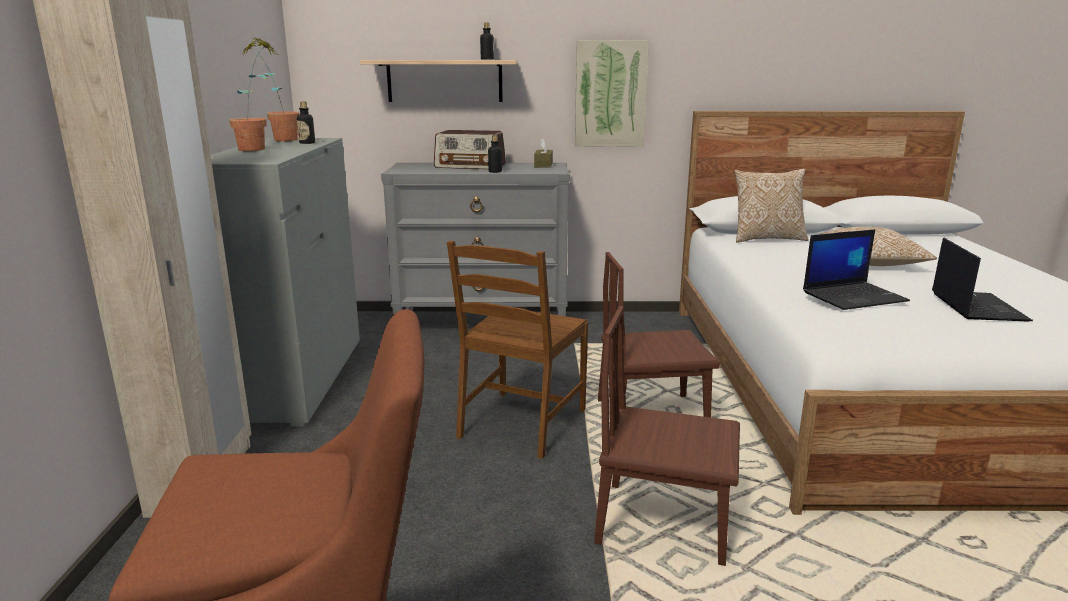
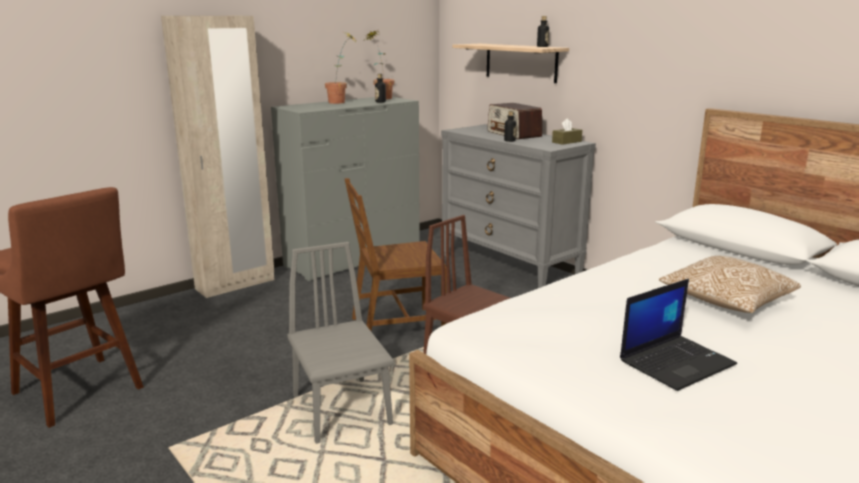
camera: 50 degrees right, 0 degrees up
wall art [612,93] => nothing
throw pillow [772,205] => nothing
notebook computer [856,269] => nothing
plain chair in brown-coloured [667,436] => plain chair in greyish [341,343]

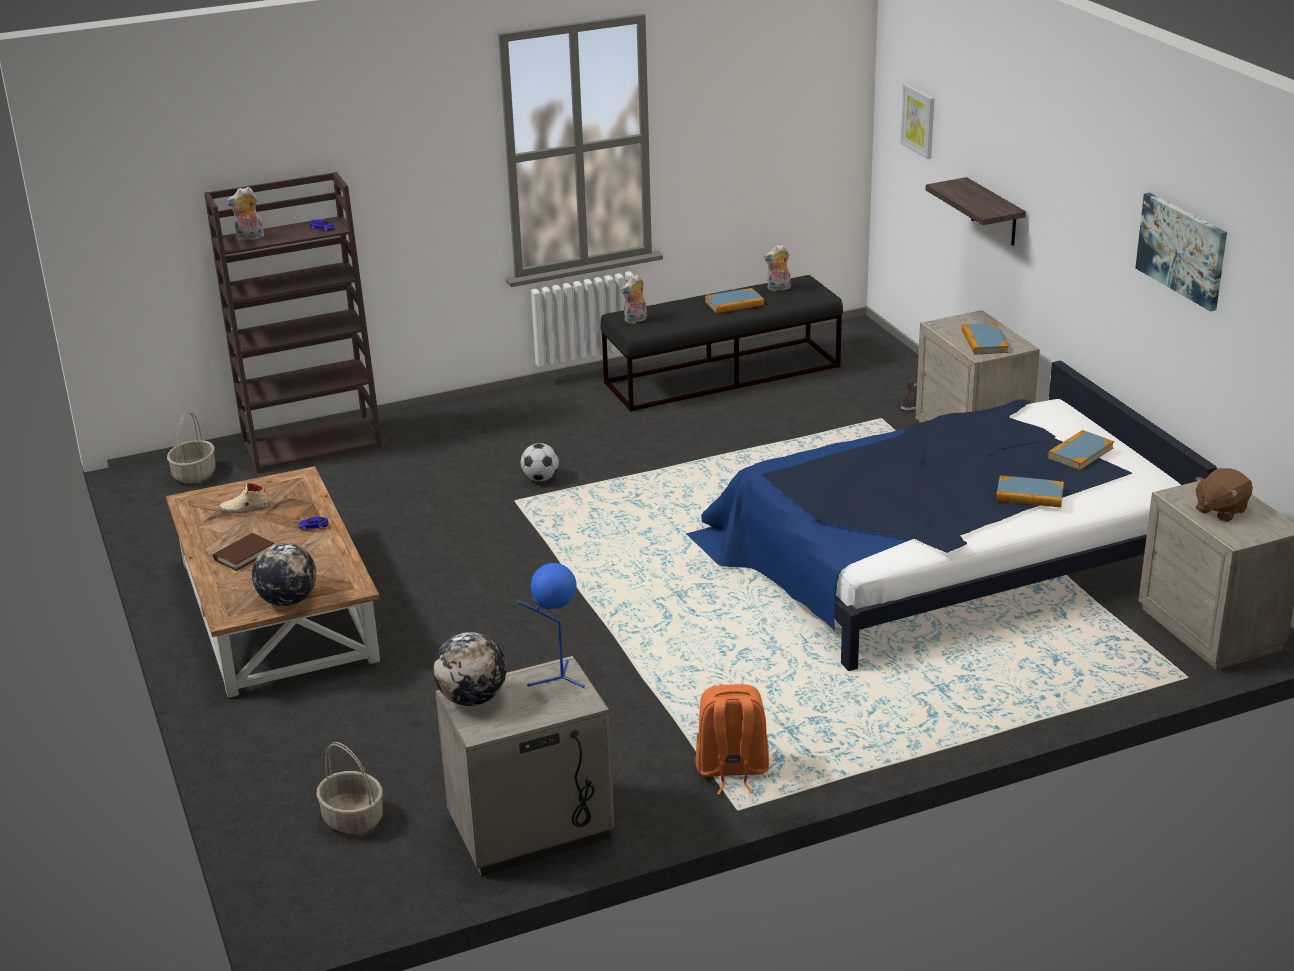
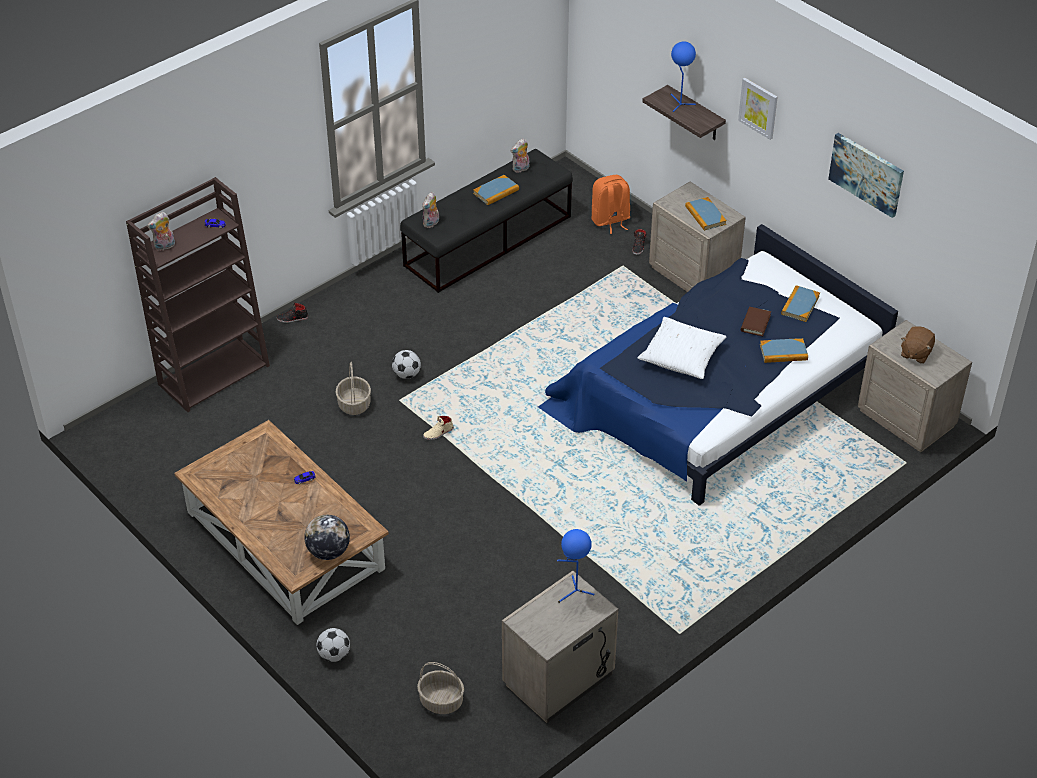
camera: 20 degrees left, 15 degrees up
wall art [917,121] => wall art [758,109], relocated
household basket [191,447] => household basket [353,388], relocated
shoe in beige [243,497] => shoe in beige [438,428], relocated
book in brown-coloured [243,552] => book in brown-coloured [756,321], relocated
desk globe [470,669] => nothing
rucksack in orange [732,739] => rucksack in orange [610,204], relocated
nothing => tabletop lamp in blue-coloured [683,77]
nothing => shoe in black [292,312]
nothing => throw pillow in whitish [682,348]
nothing => ball for football [333,645]

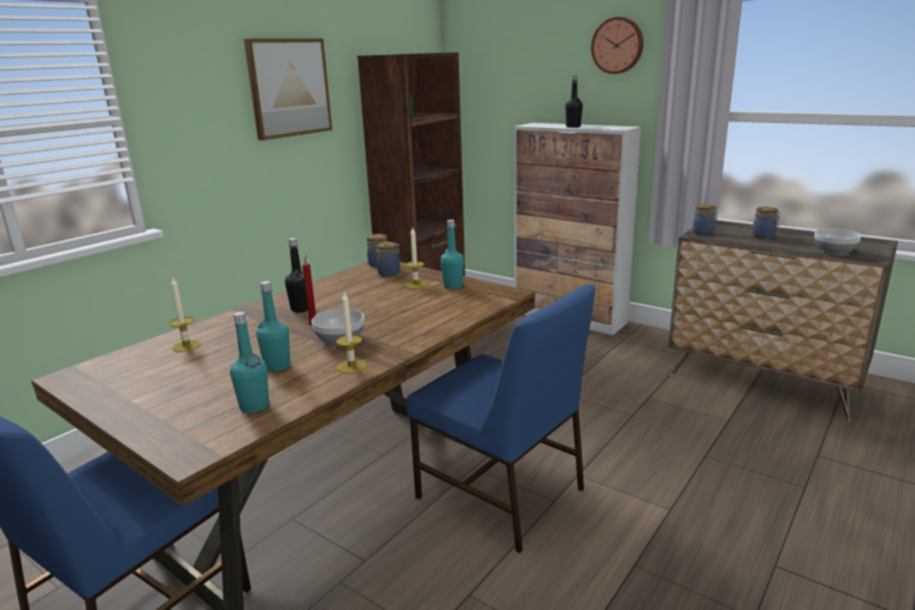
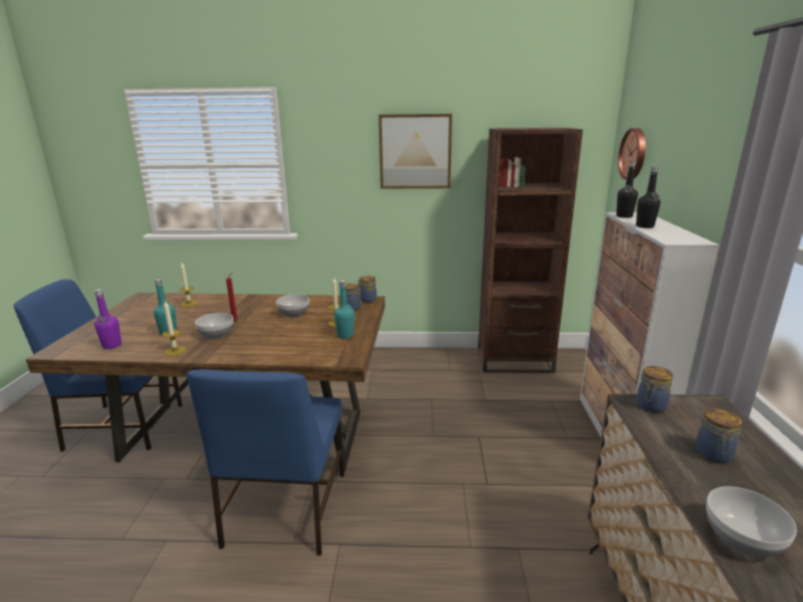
camera: 55 degrees right, 0 degrees up
clock on the wall [617,45] => clock on the wall [632,154], relocated
bottle in black [296,275] => bottle in black [627,189], relocated
bottle in turquoise [249,362] => bottle in purple-coloured [107,319]
nothing => bowl [292,305]

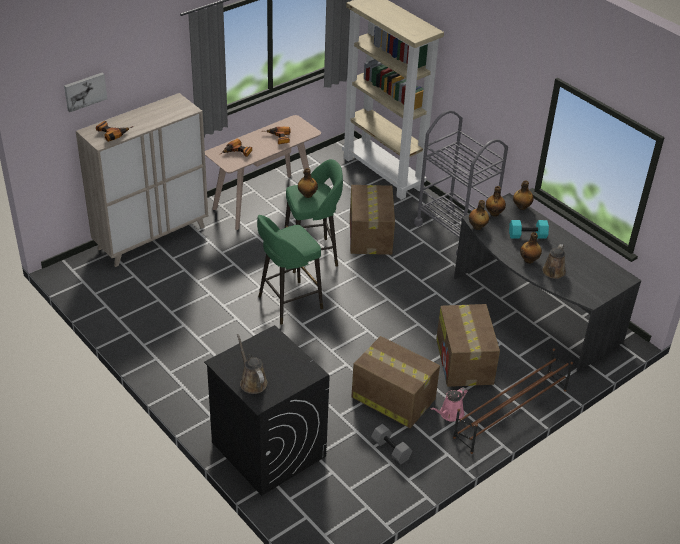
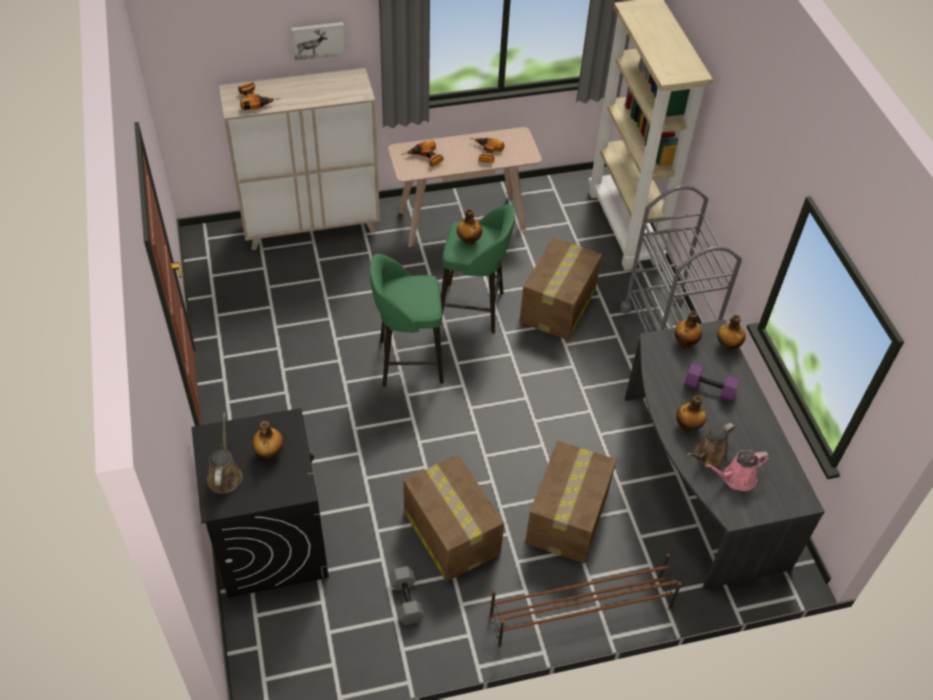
camera: 25 degrees right, 10 degrees up
wall art [85,92] => wall art [318,41], relocated
bottle [479,215] => bottle [268,439], relocated
free weight in turquoise [529,229] => free weight in purple-coloured [712,382]
watering pot in pinkish [449,404] => watering pot in pinkish [737,470], relocated

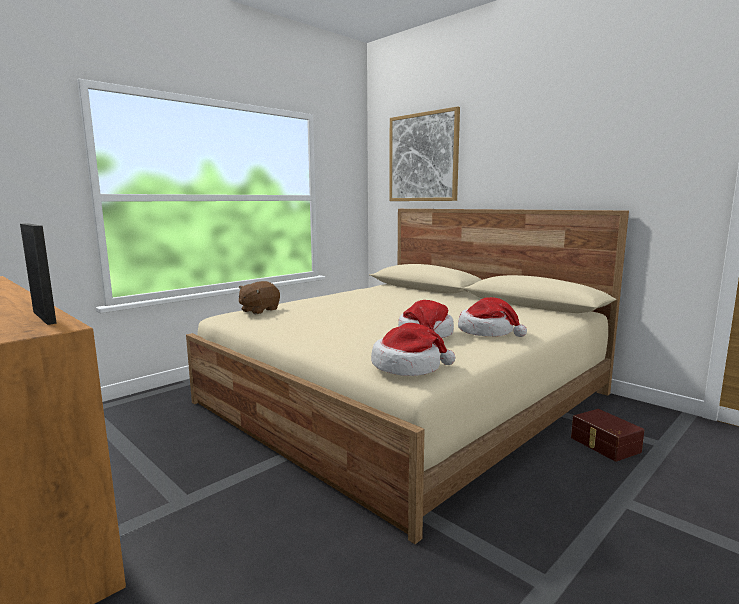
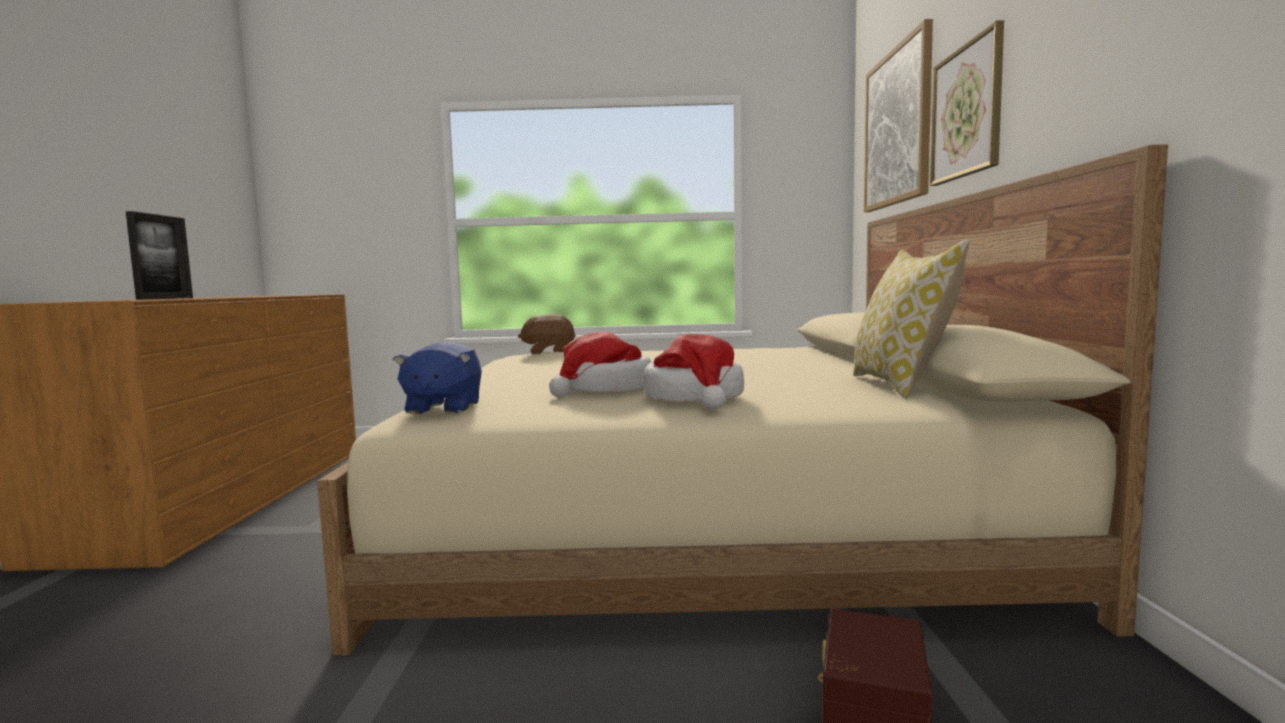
camera: 45 degrees right, 5 degrees down
wearable hat [413,349] => soft toy in blue-coloured [437,378]
nothing => wall art [967,103]
nothing => throw pillow [911,319]

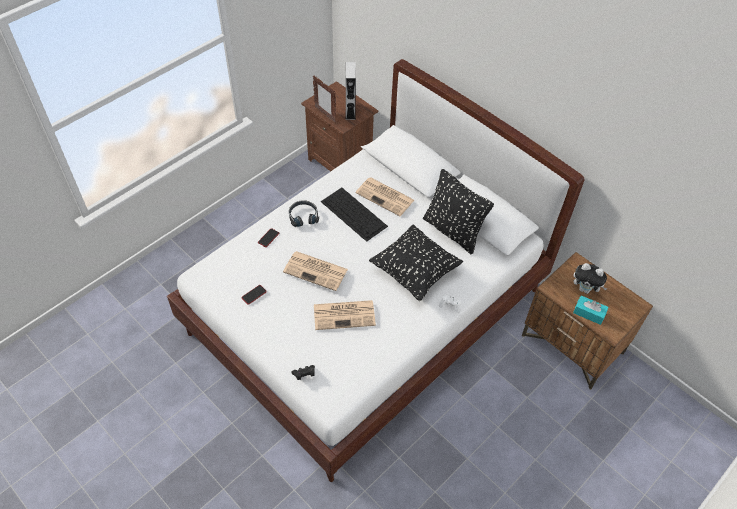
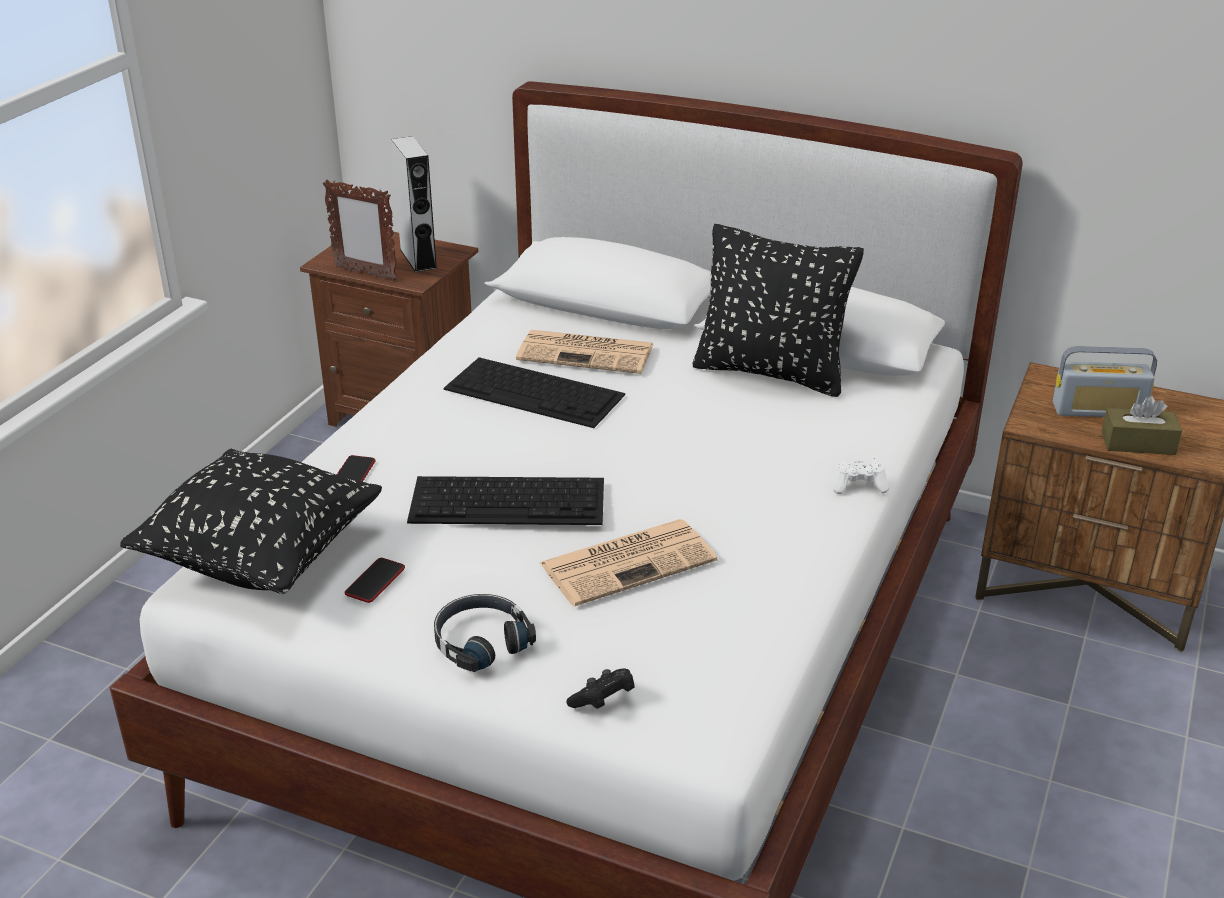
camera: 20 degrees left, 20 degrees down
headphones in black [304,213] => headphones in black [485,633], relocated
throw pillow in black [416,262] => throw pillow in black [251,521], relocated
newspaper [315,271] => keyboard [505,500]
soft toy [590,278] => radio receiver [1105,381]
tissue holder in turquoise [591,310] => tissue holder in brown-coloured [1142,425]

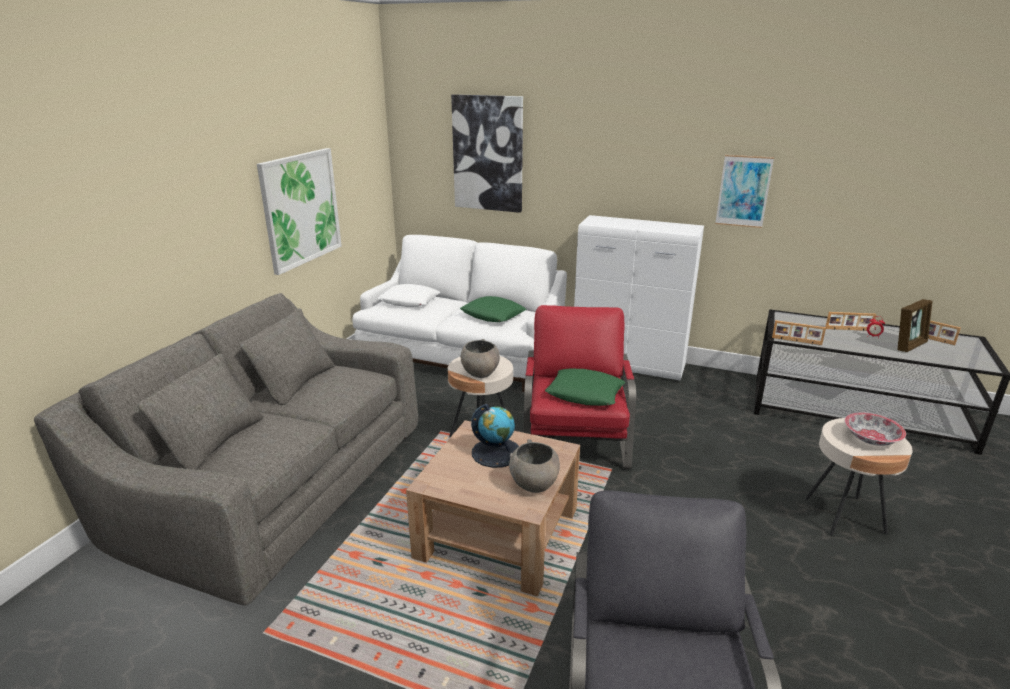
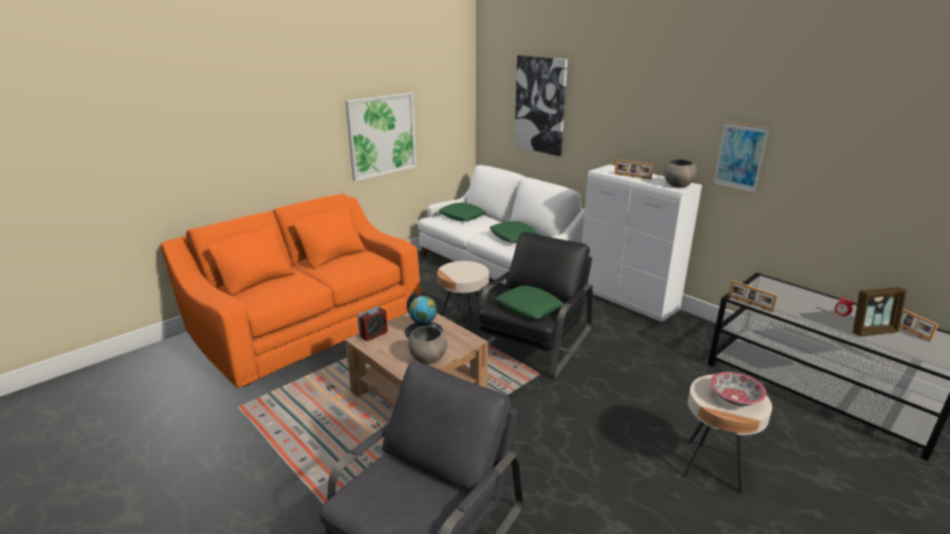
camera: 25 degrees right, 0 degrees up
throw pillow in whitish [409,295] => throw pillow in greenish [462,212]
sofa in greyish [226,449] => sofa in orange [291,290]
armchair in reddish [579,387] => armchair in black [535,305]
photo frame [851,321] => photo frame [634,169], relocated
bowl in greyish [480,358] => bowl in greyish [680,173], relocated
nothing => alarm clock [372,323]

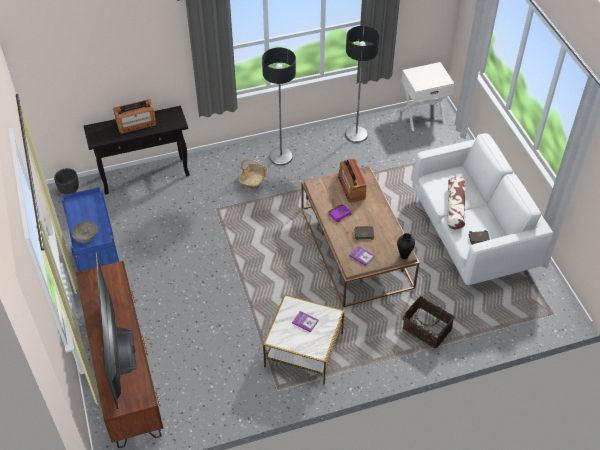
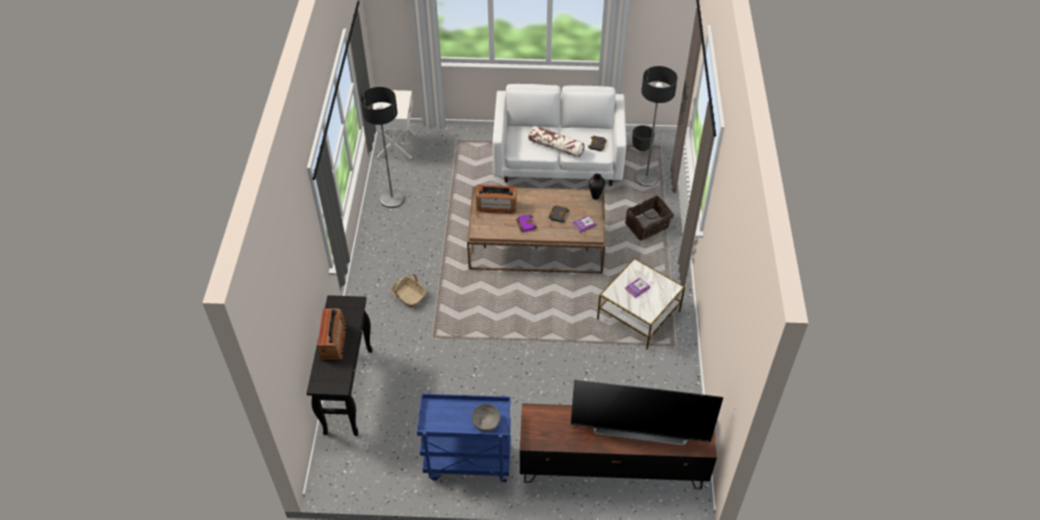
camera: 70 degrees left, 0 degrees up
standard lamp [279,106] => standard lamp [656,126], relocated
plant pot in black [66,181] => plant pot in black [643,138], relocated

